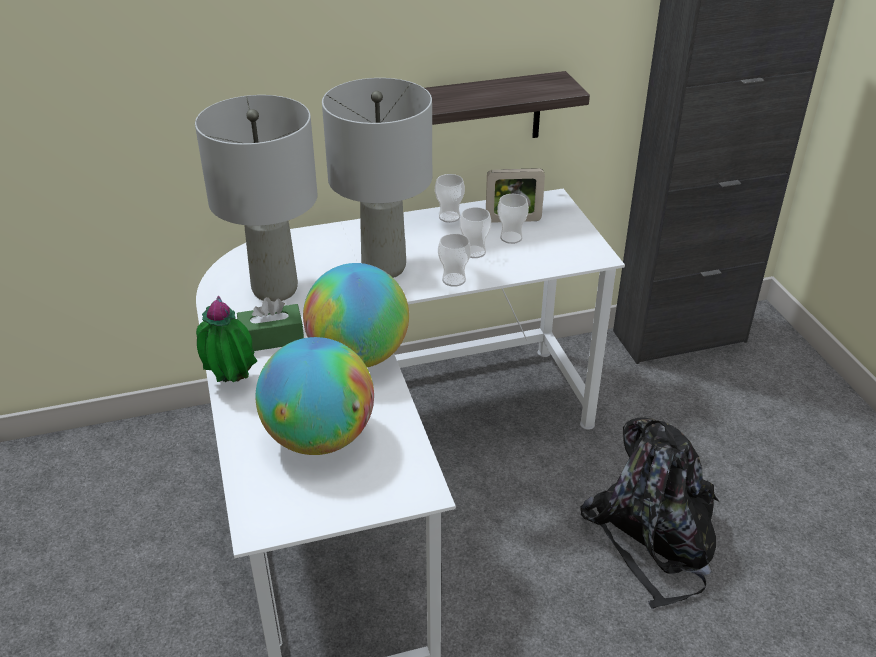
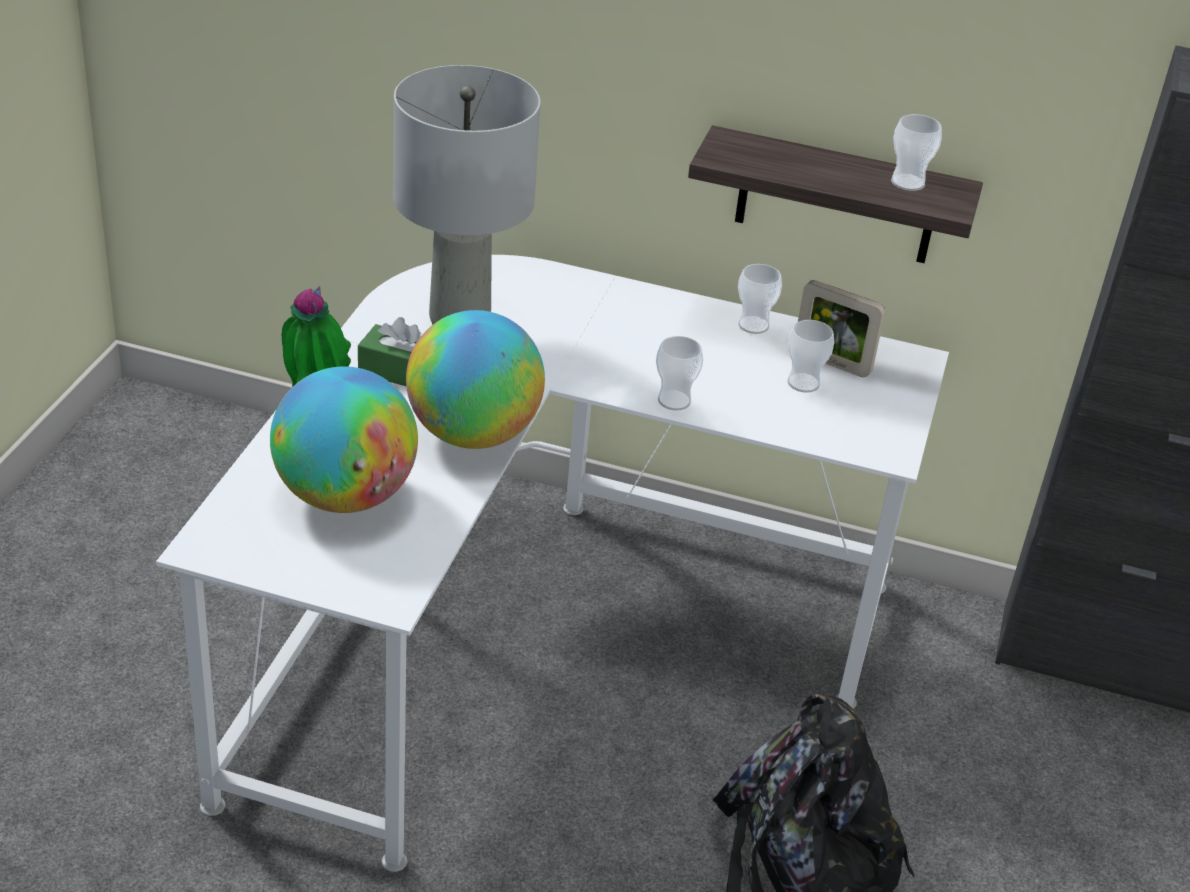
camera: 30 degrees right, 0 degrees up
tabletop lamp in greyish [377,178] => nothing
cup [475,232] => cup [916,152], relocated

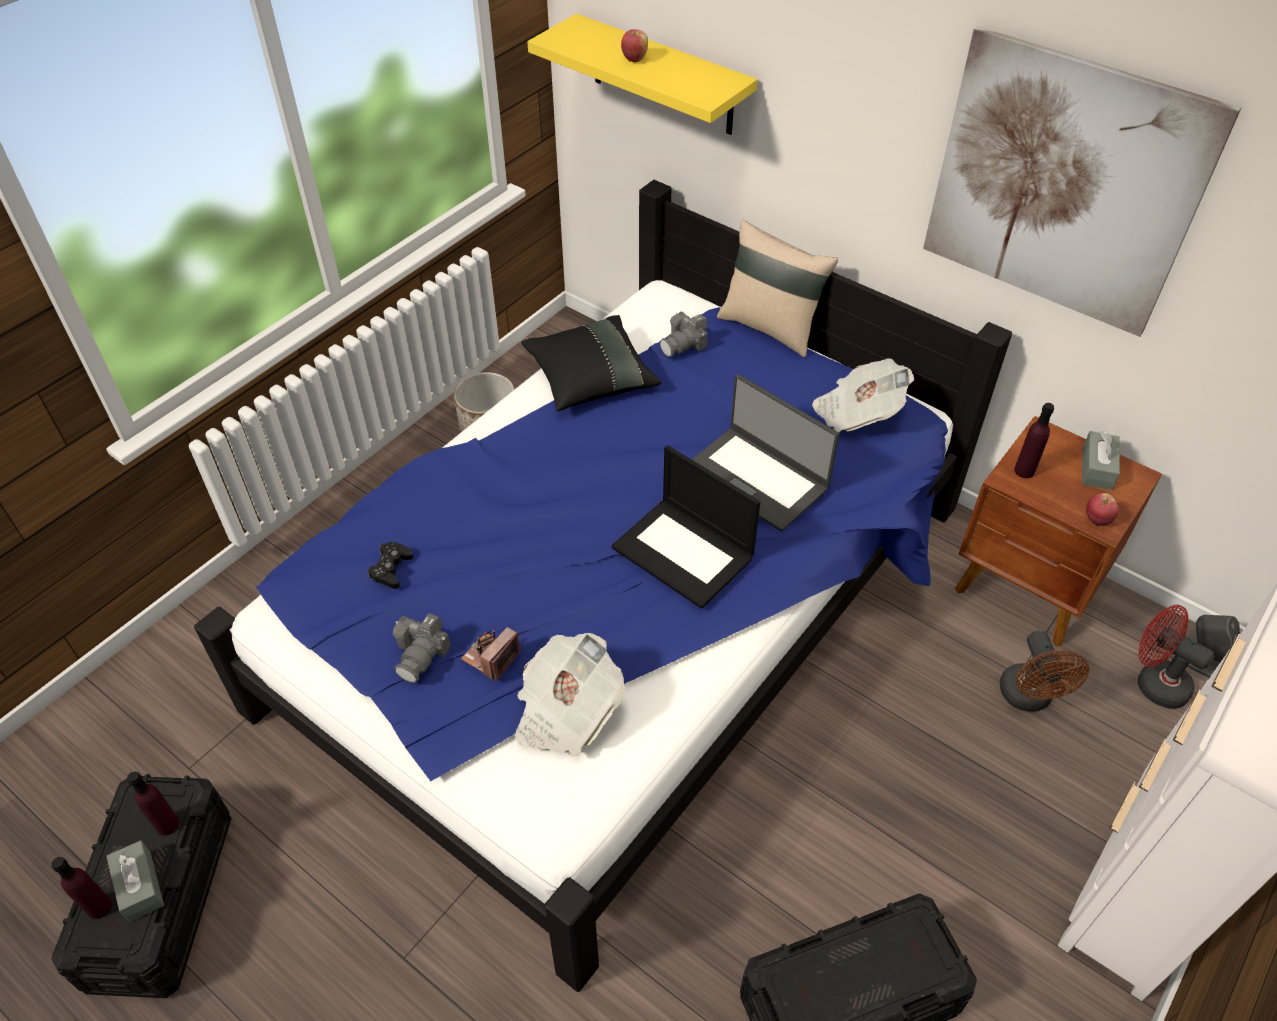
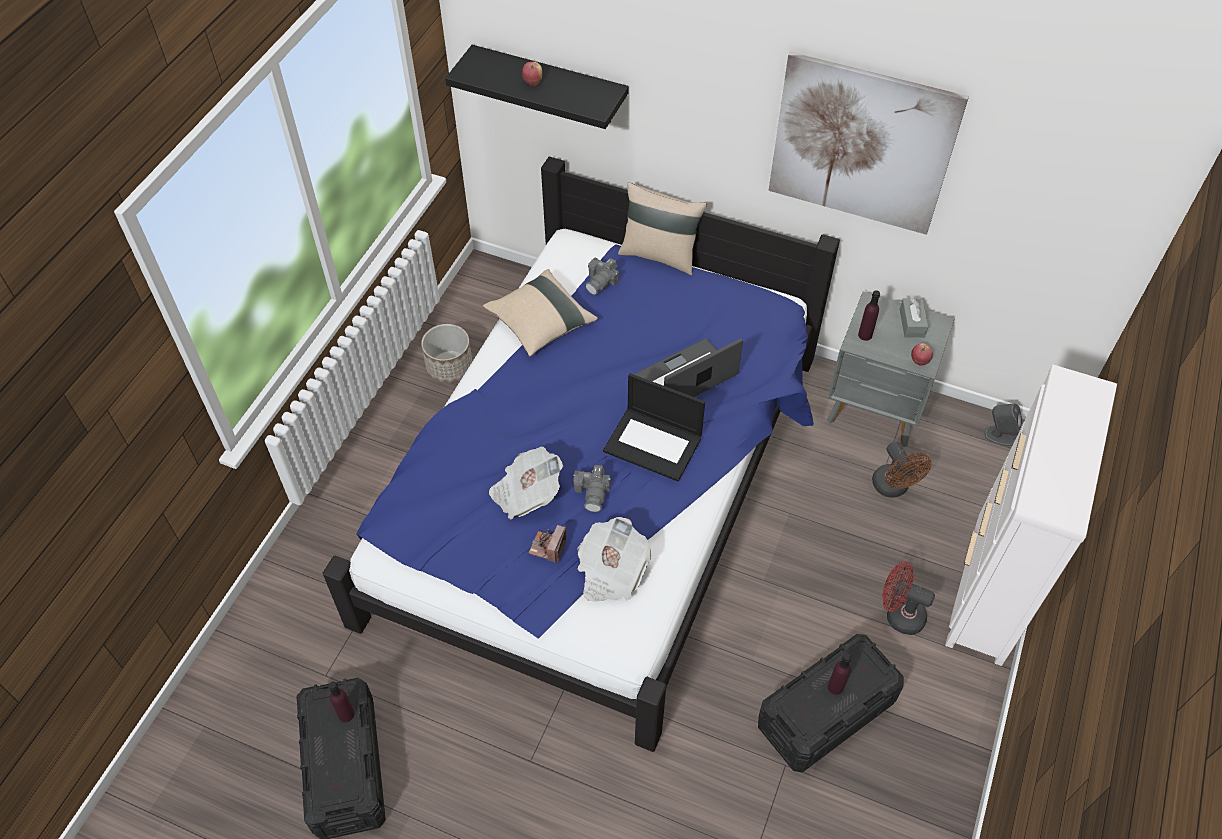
camera: 15 degrees left, 5 degrees up
shelf in yellow [642,74] => shelf in black [537,87]
throw pillow in black [591,363] => throw pillow in beige [540,313]
newspaper [863,396] => newspaper [526,483], relocated
notebook computer [765,452] => notebook computer [688,367], 120 degrees clockwise
night table in brown-coloured [1058,531] => night table in greyish [890,369]
gamepad in black [390,565] => nothing
electric fan in reddish [1176,657] => electric fan in reddish [908,598], relocated
photo camera [422,648] => photo camera [592,488], relocated
tissue holder in greyish [135,881] => nothing
bottle in purple-coloured [81,888] => bottle in purple-coloured [839,674], relocated

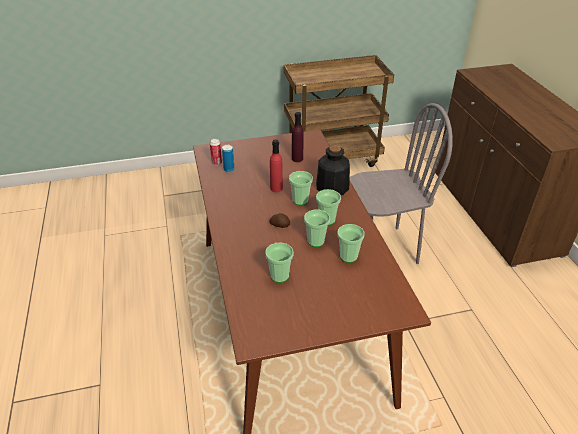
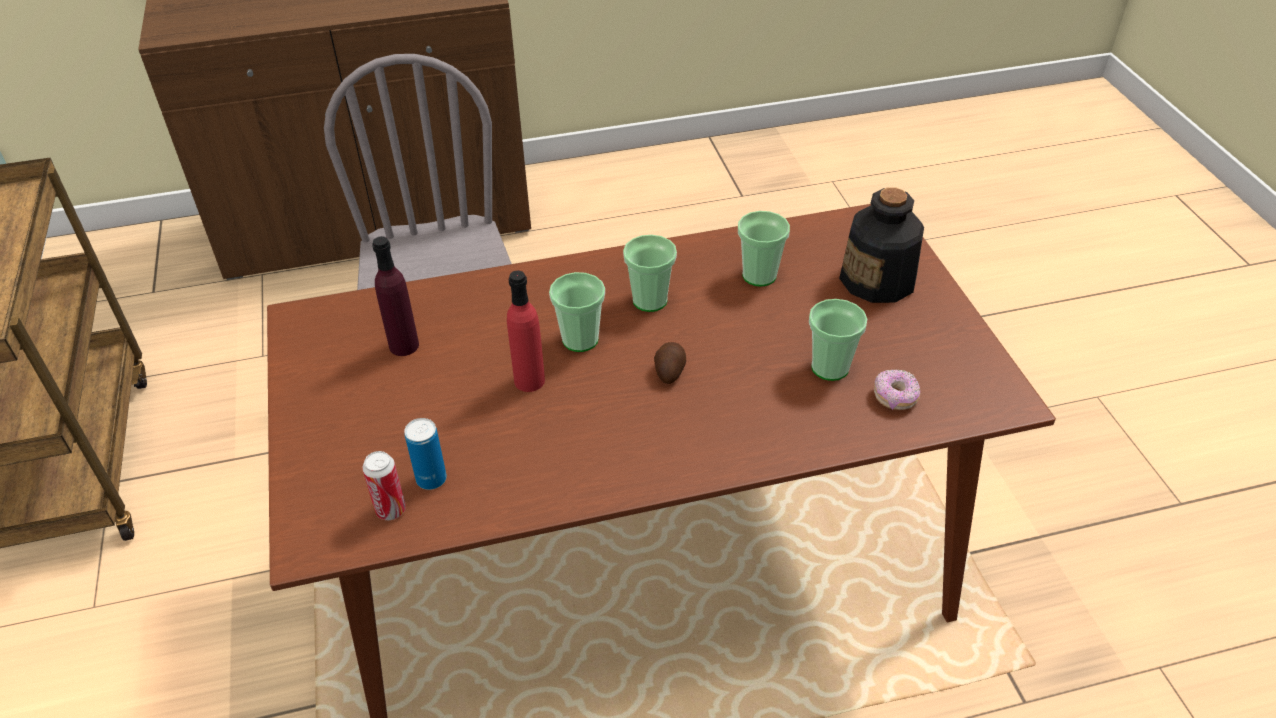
camera: 90 degrees left, 5 degrees up
bottle [333,170] => bottle [881,245], relocated
cup [317,228] => nothing
nothing => ring doughnut [897,390]

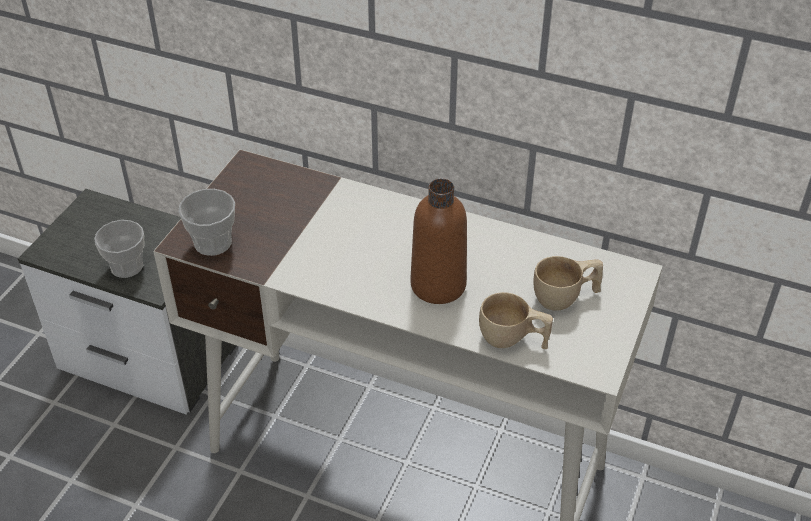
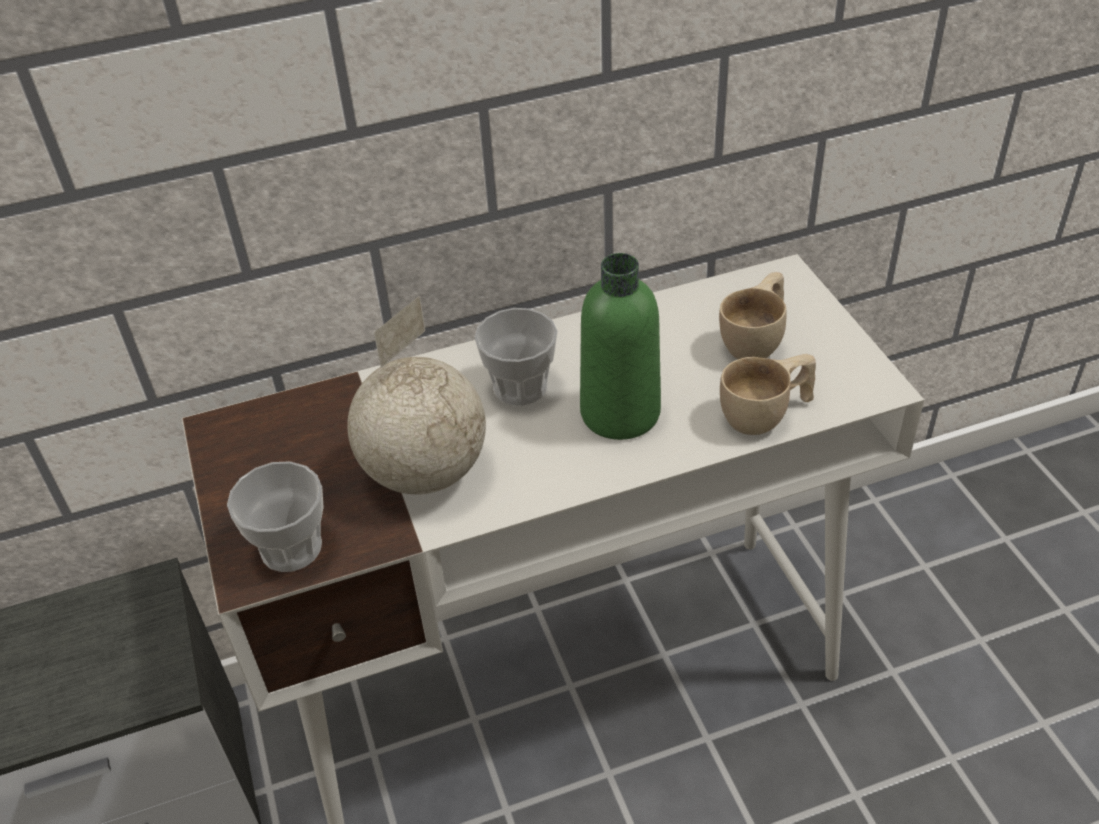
camera: 40 degrees left, 0 degrees up
bottle in brown-coloured [439,241] => bottle in greenish [620,346]
cup [119,249] => cup [515,357], relocated
nothing => desk globe [416,395]

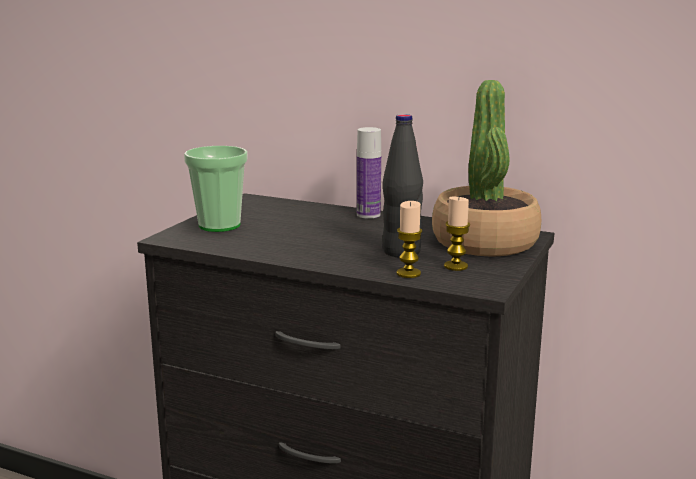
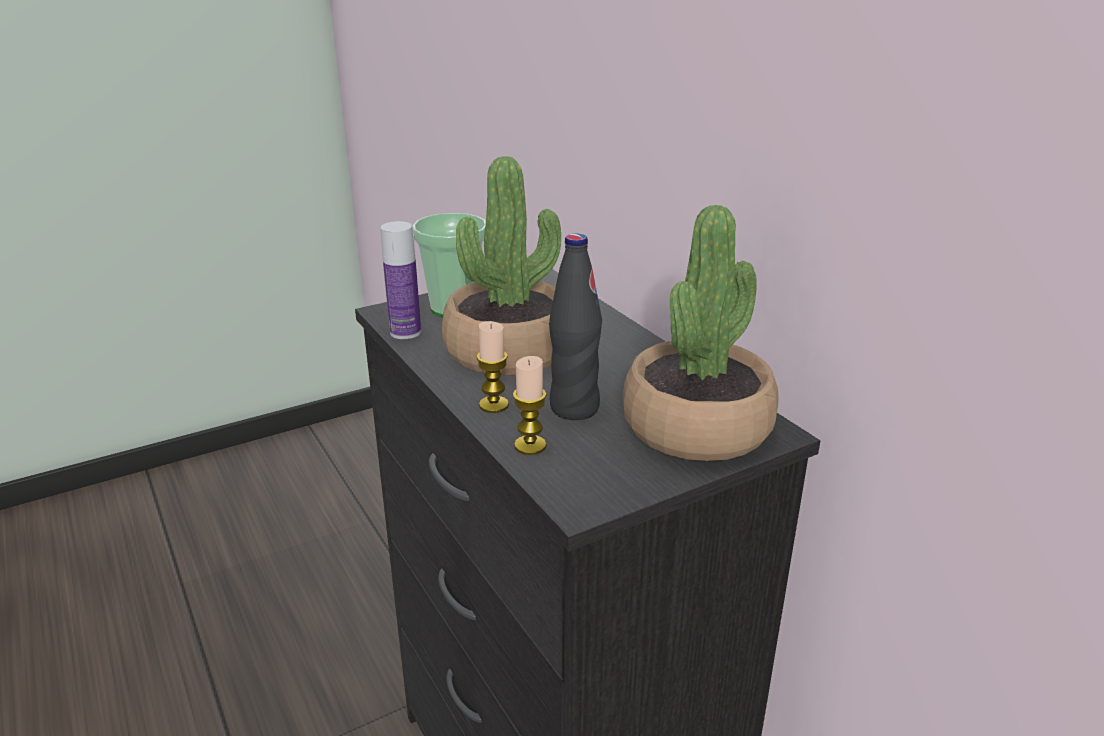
camera: 35 degrees right, 10 degrees up
bottle [369,173] => bottle [401,280], relocated
wax candle [457,234] => wax candle [492,367], relocated
nothing => houseplant [501,265]

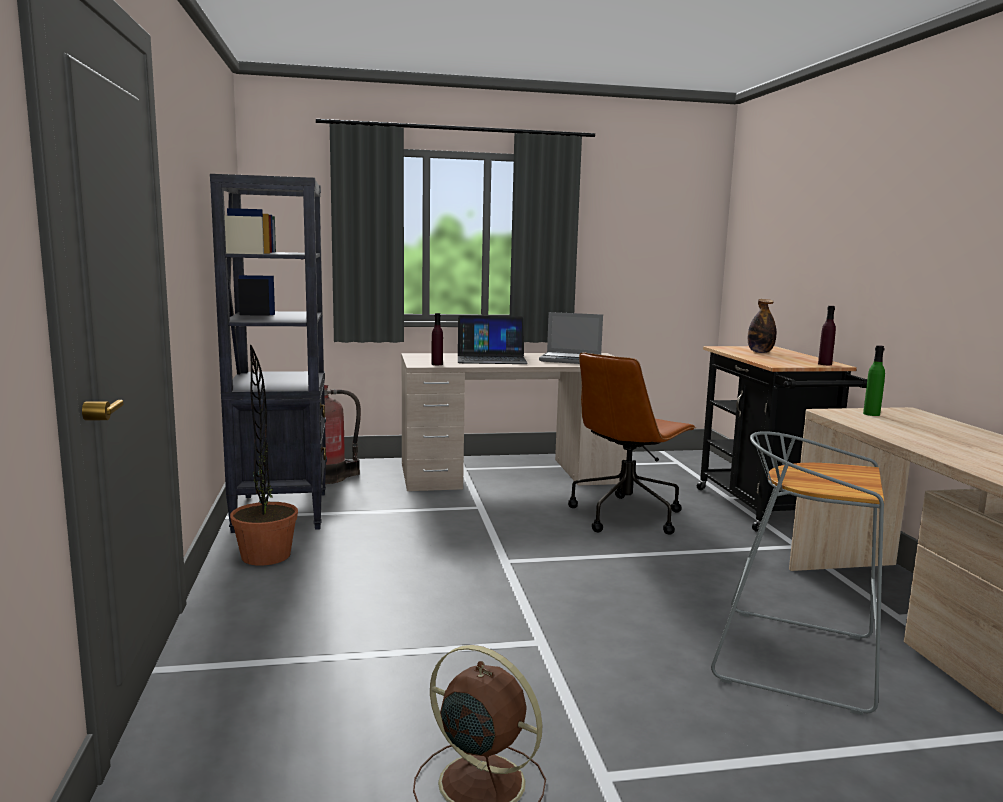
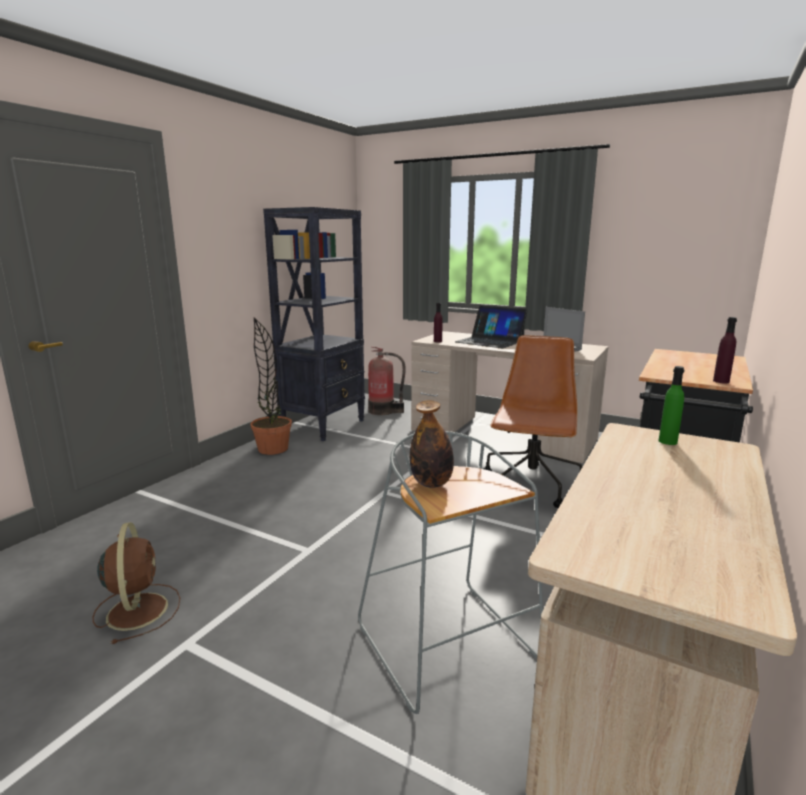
camera: 40 degrees right, 5 degrees up
bottle [762,326] => bottle [432,444], relocated
desk chair in brown-coloured [632,443] => desk chair in brown-coloured [533,421], 120 degrees clockwise

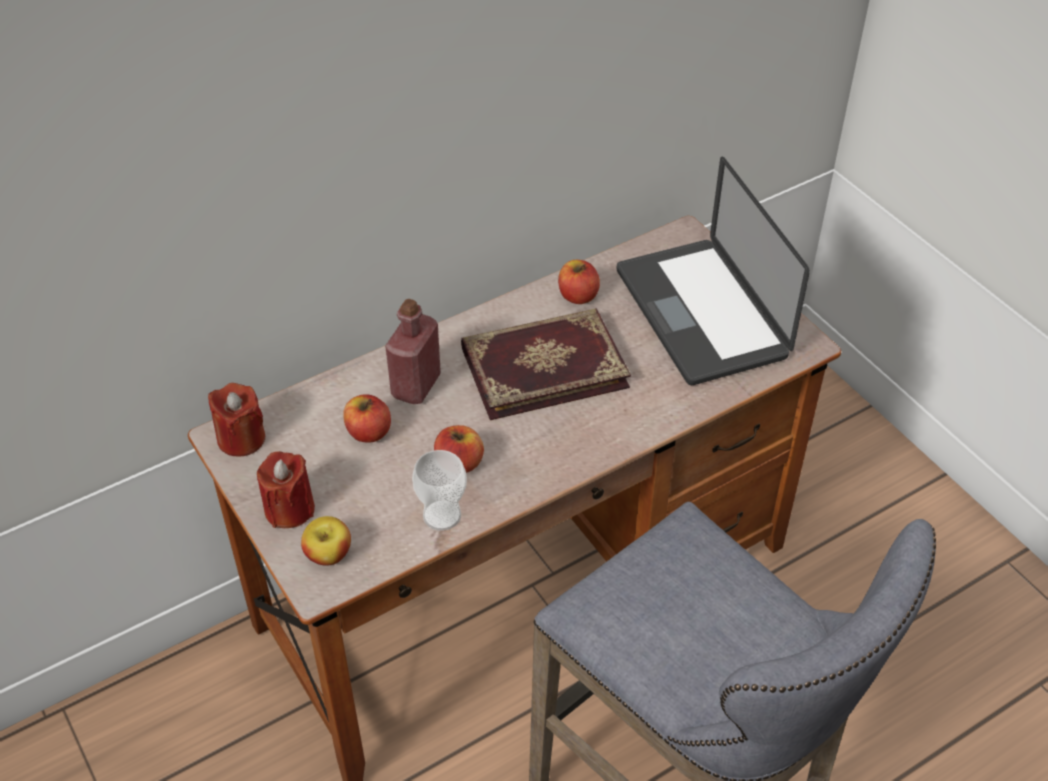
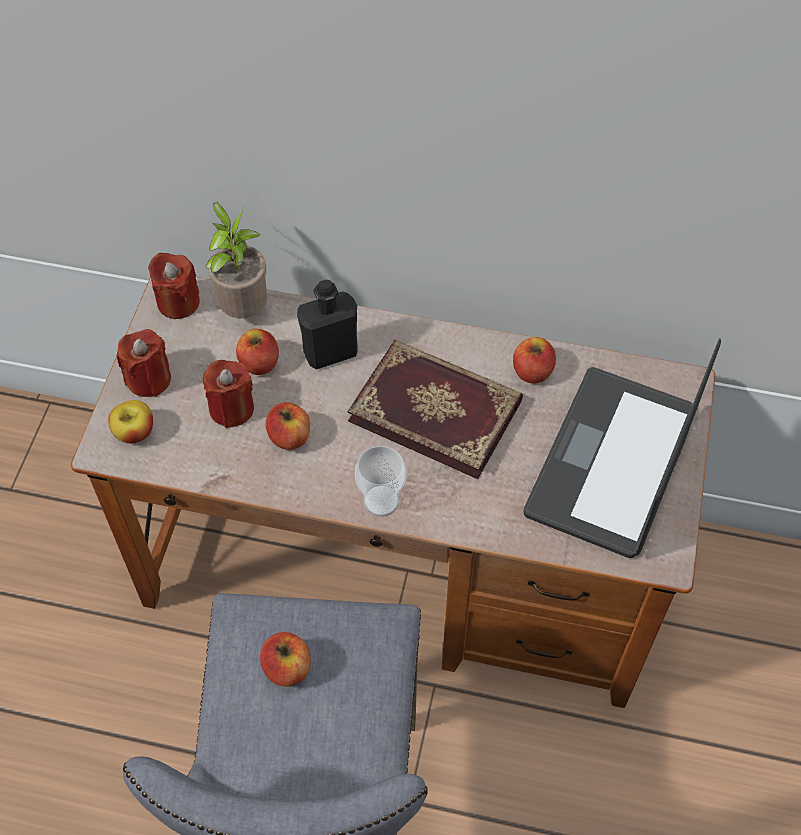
camera: 45 degrees right, 10 degrees up
bottle in reddish [413,351] => bottle in black [327,325]
cup [439,490] => cup [380,481], relocated
nothing => houseplant [236,260]
nothing => wax candle in reddish [228,394]
nothing => apple [285,659]

